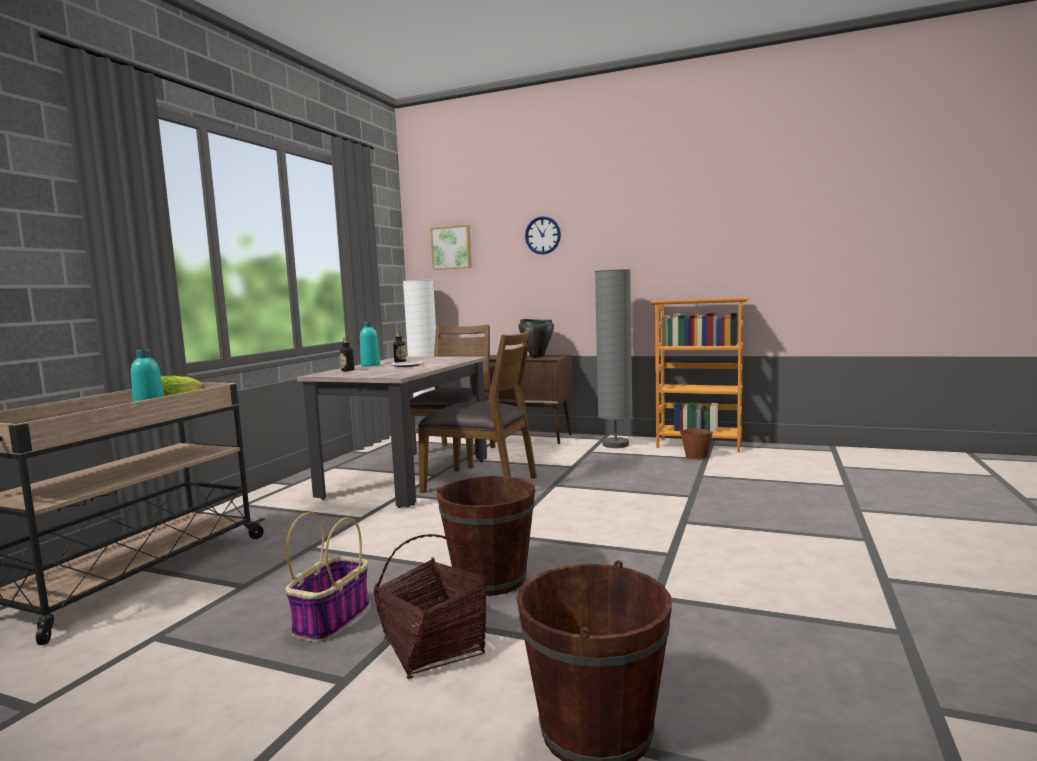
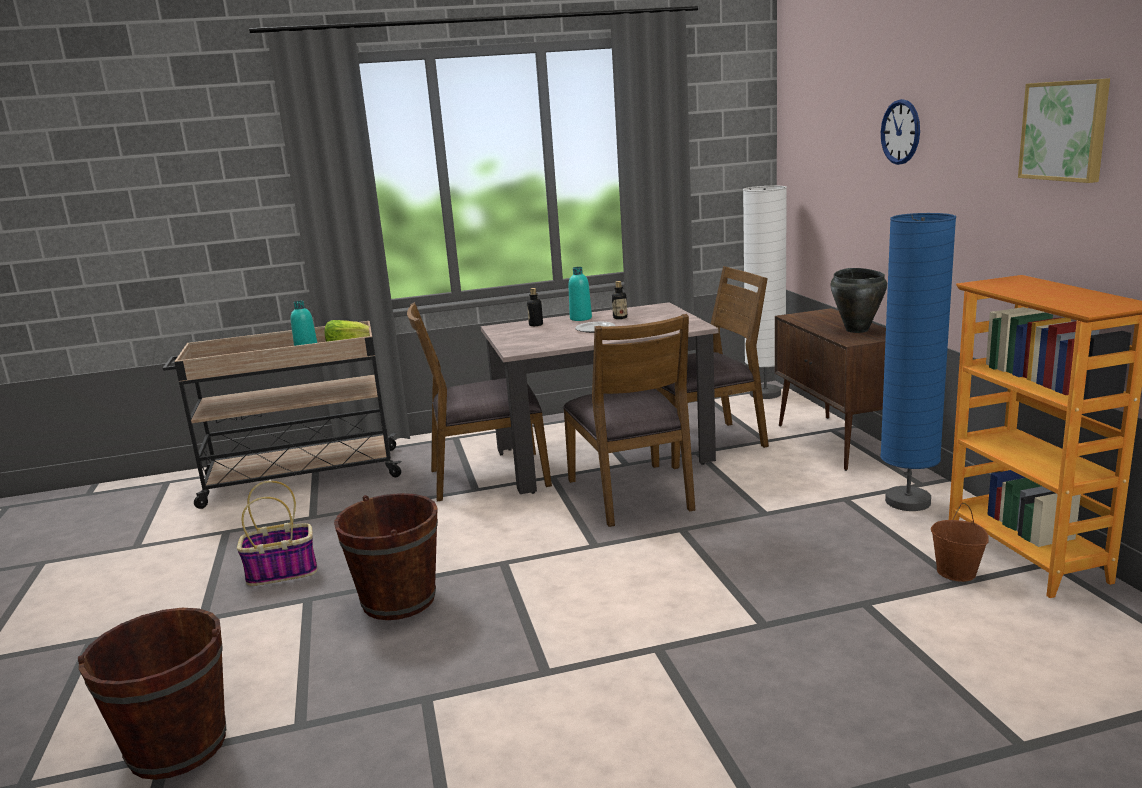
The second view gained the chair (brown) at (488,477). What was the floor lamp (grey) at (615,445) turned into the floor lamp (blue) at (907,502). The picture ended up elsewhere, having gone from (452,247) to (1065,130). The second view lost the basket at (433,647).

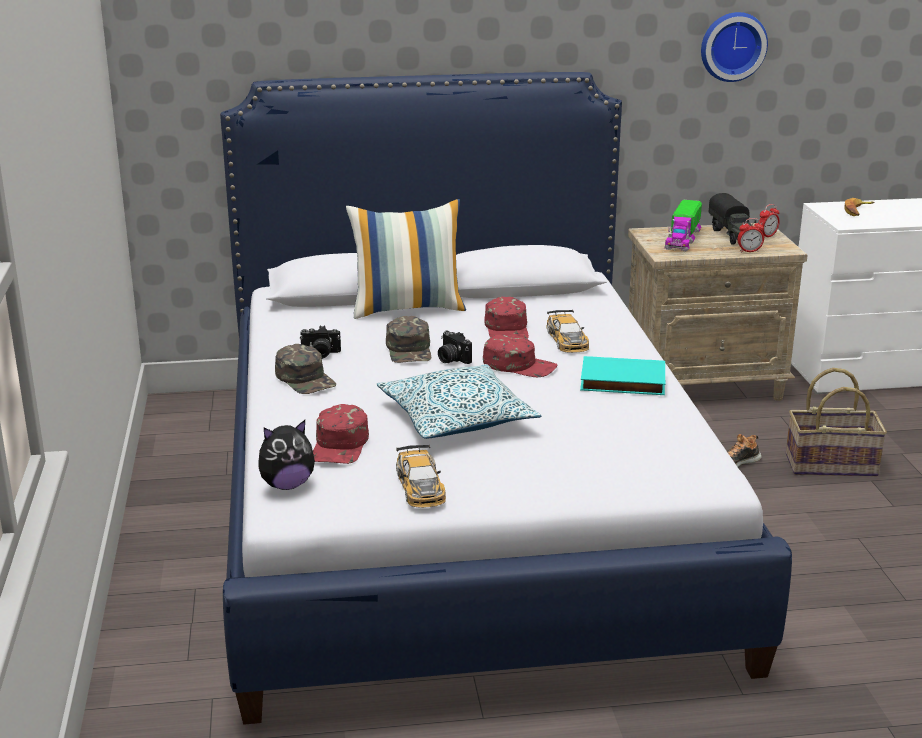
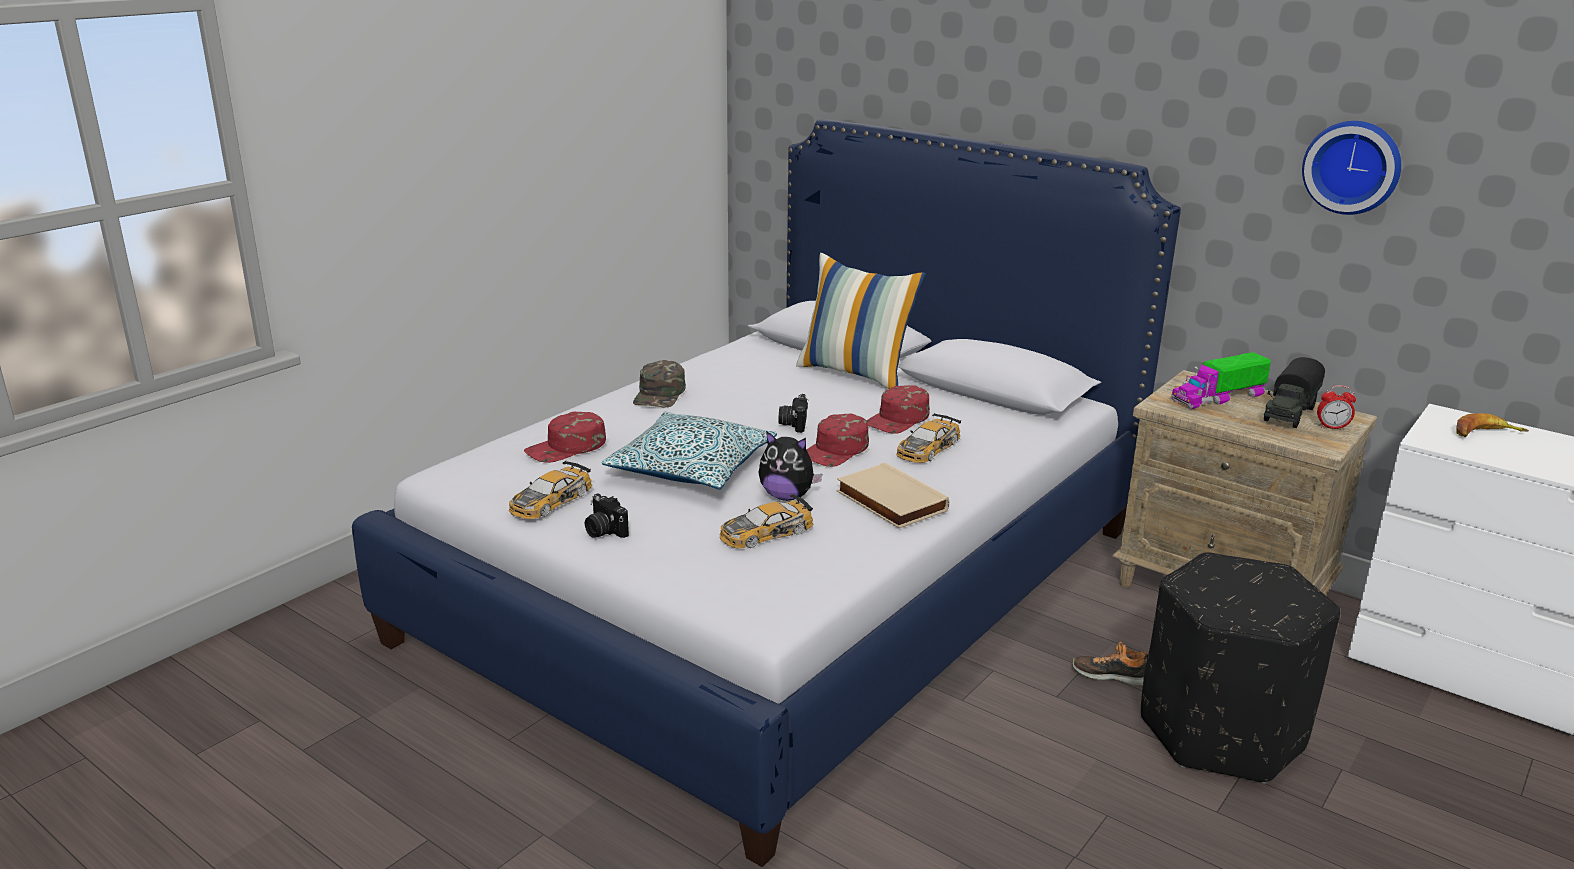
The photo camera ended up elsewhere, having gone from (320,354) to (604,531). The second view gained the toy car at (765,532). The plush toy ended up elsewhere, having gone from (287,485) to (787,496). The cap (red) at (519,365) ended up facing another way, 60 degrees clockwise from before. What was the book (turquoise) at (622,382) turned into the book (beige) at (889,501). Where the basket stood at (831,464), the ottoman (black) came to stand at (1222,733). The second view lost the cap (green) at (409,350). The second view lost the alarm clock at (749,251).

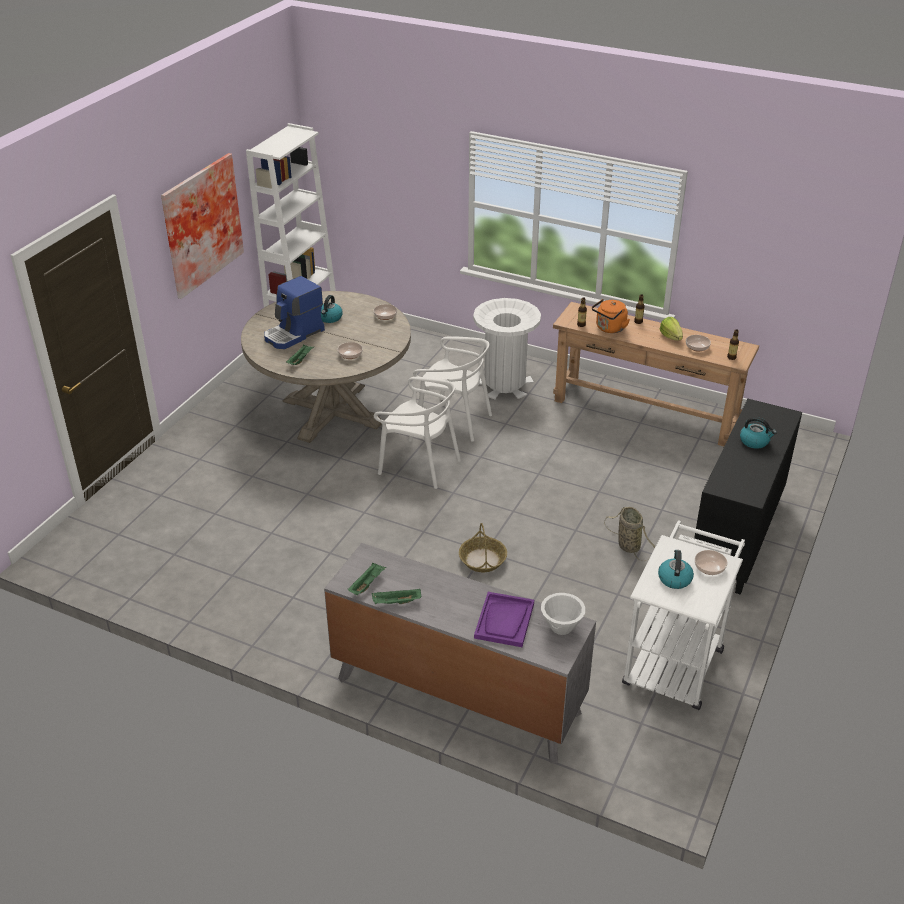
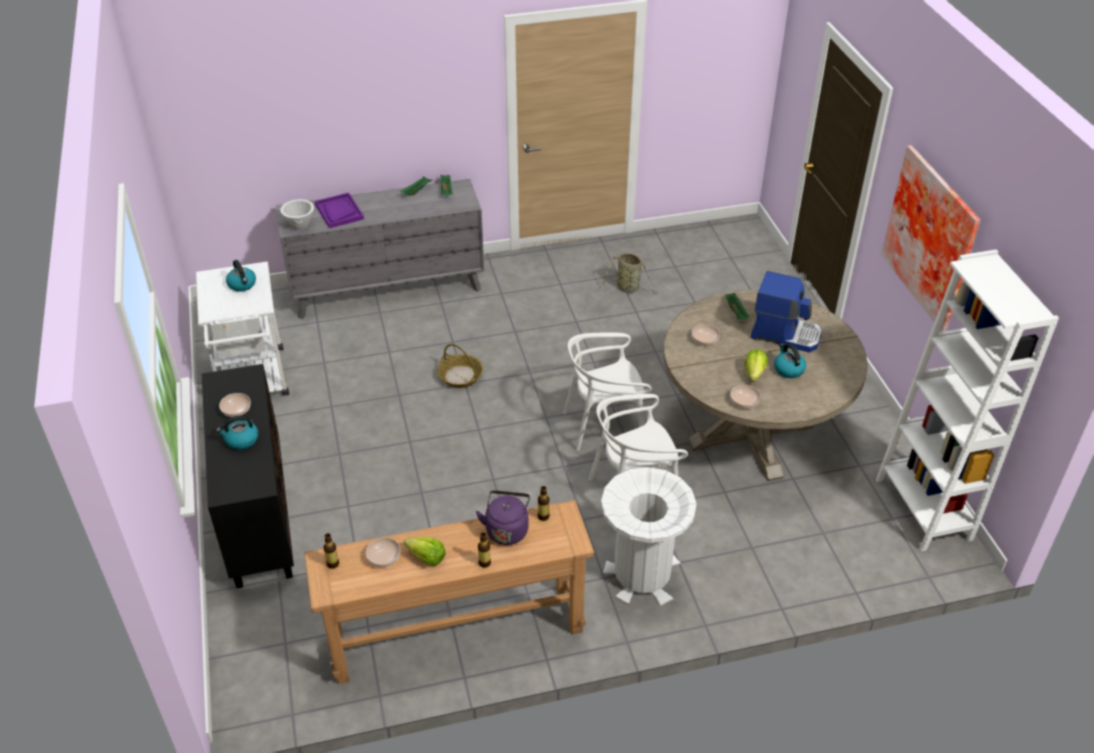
The bowl ended up elsewhere, having gone from (709,567) to (236,410). What was the kettle (orange) at (609,329) turned into the kettle (purple) at (507,529). The basket ended up elsewhere, having gone from (627,545) to (629,288). The second view gained the lettuce at (754,373). The coffee machine at (294,334) ended up facing another way, 105 degrees clockwise from before.

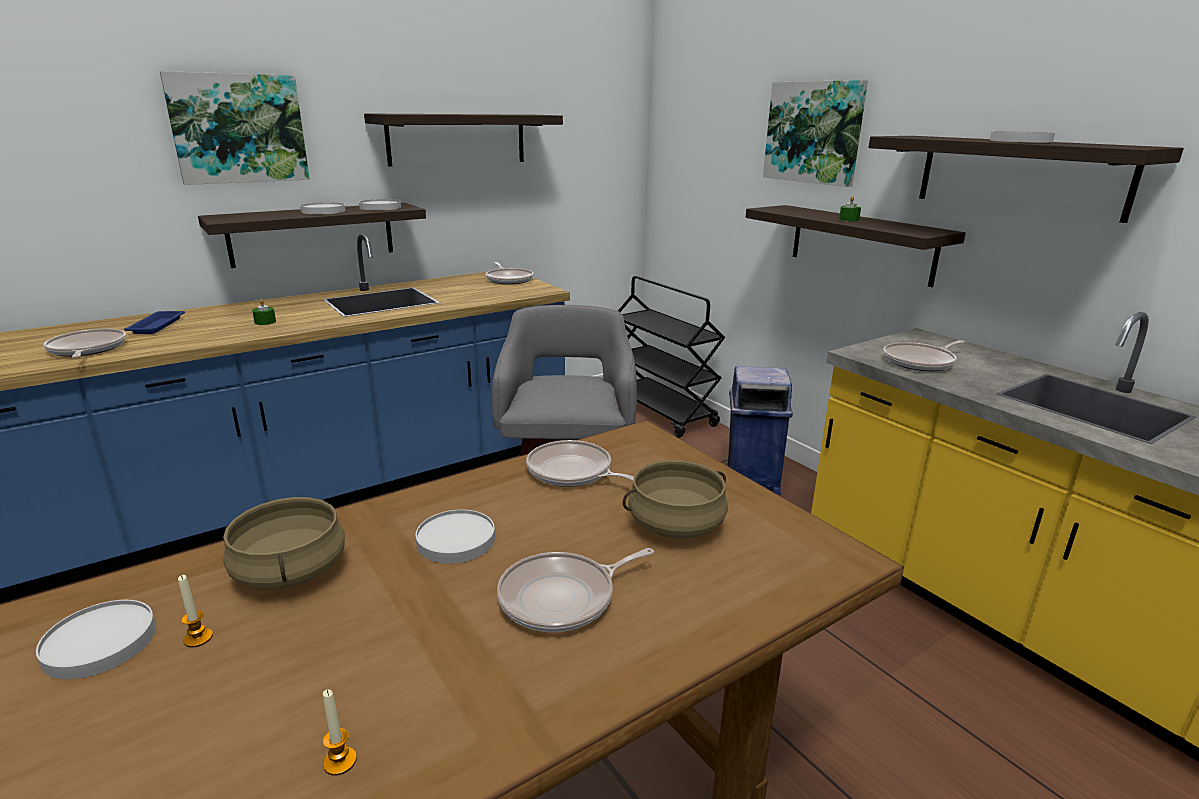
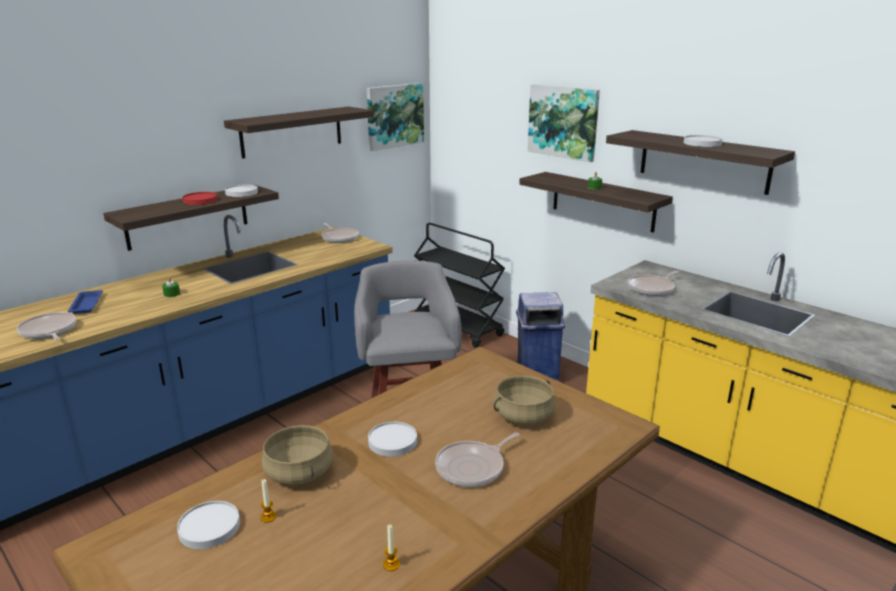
What was the plate (white) at (323,211) turned into the plate (red) at (200,200). The picture ended up elsewhere, having gone from (238,129) to (394,116). The second view lost the frying pan at (573,472).

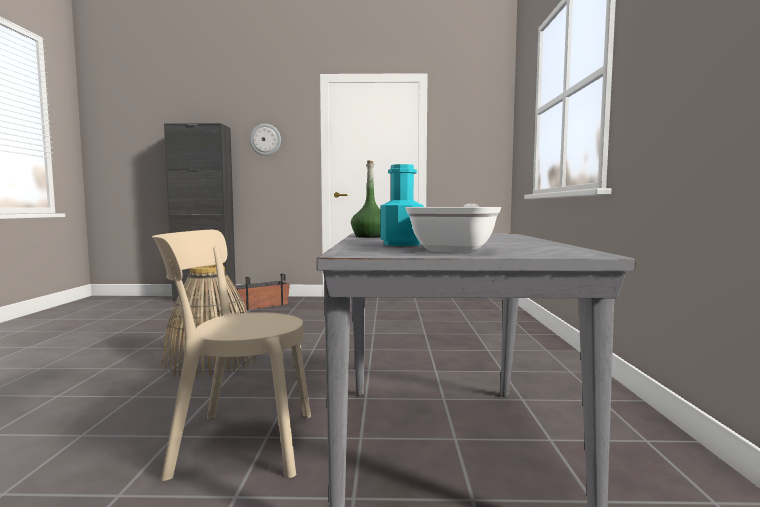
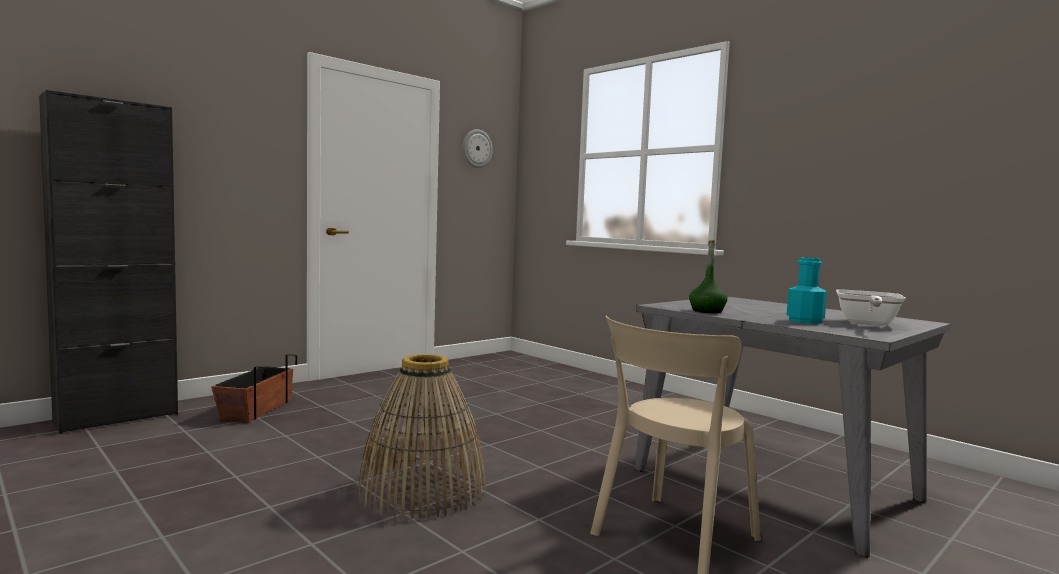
The wall clock ended up elsewhere, having gone from (265,139) to (476,148). The frying pan at (457,249) ended up facing another way, 135 degrees counterclockwise from before.

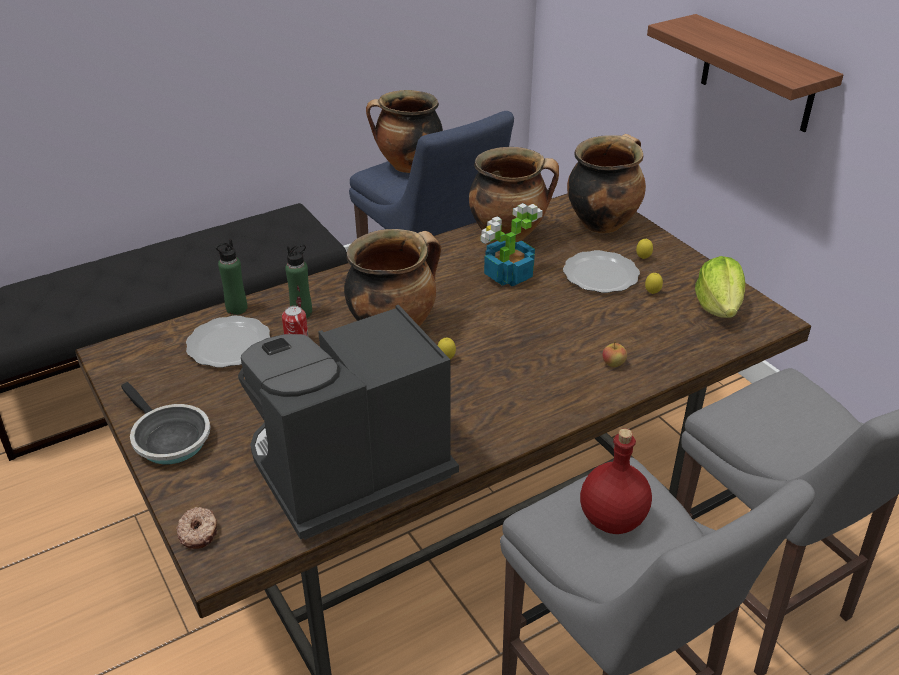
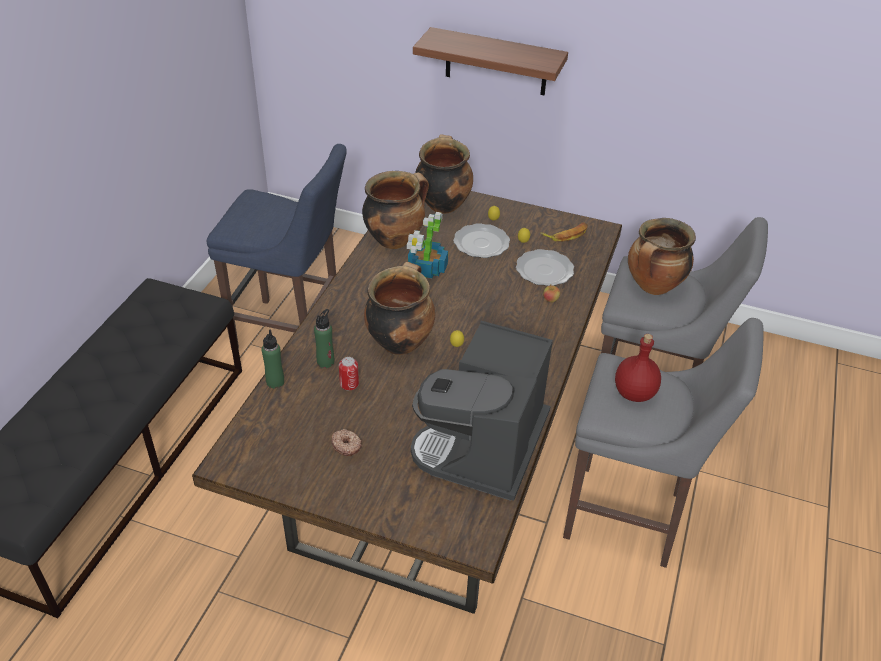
The donut ended up elsewhere, having gone from (199,532) to (346,445). The plate ended up elsewhere, having gone from (229,345) to (545,270). Where the lettuce stood at (718,307), the banana came to stand at (566,234). The cooking pot ended up elsewhere, having gone from (407,166) to (653,287). The second view lost the frying pan at (168,439).

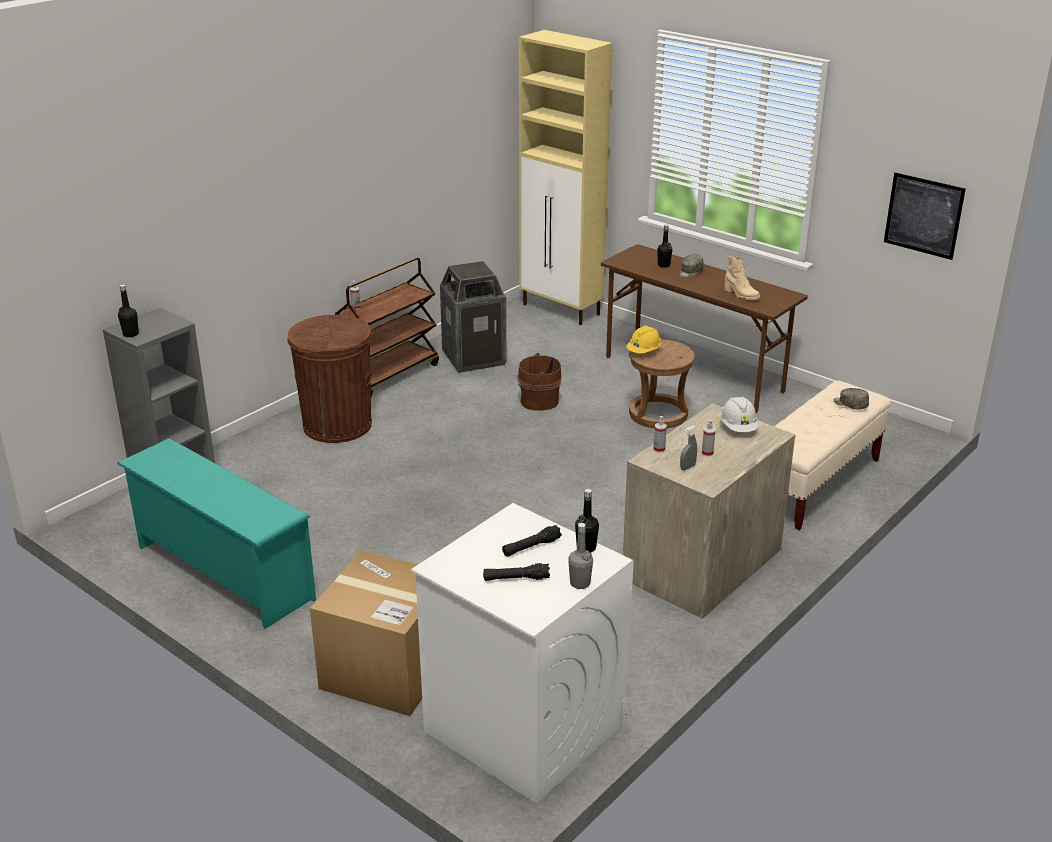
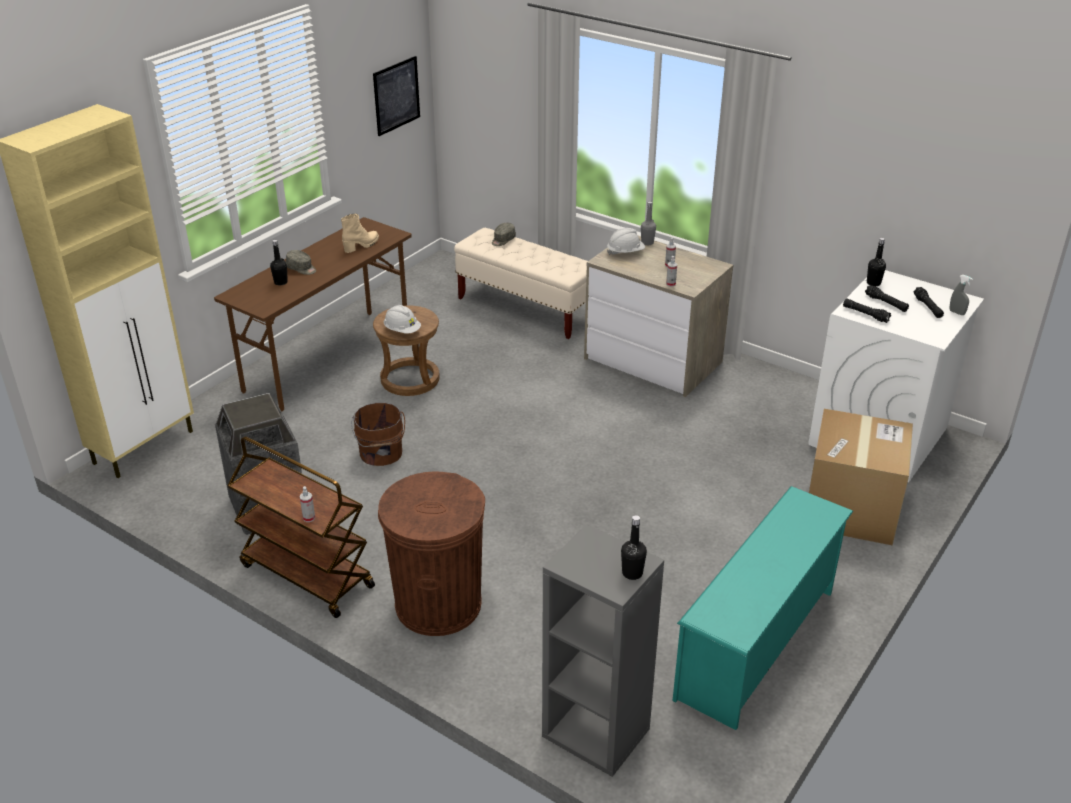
What was the hard hat (yellow) at (644,351) turned into the hard hat (white) at (402,330). The bottle (grey) ended up elsewhere, having gone from (580,583) to (647,242). The second view gained the flashlight (black) at (865,314). The spray bottle (grey) ended up elsewhere, having gone from (687,467) to (957,312).

